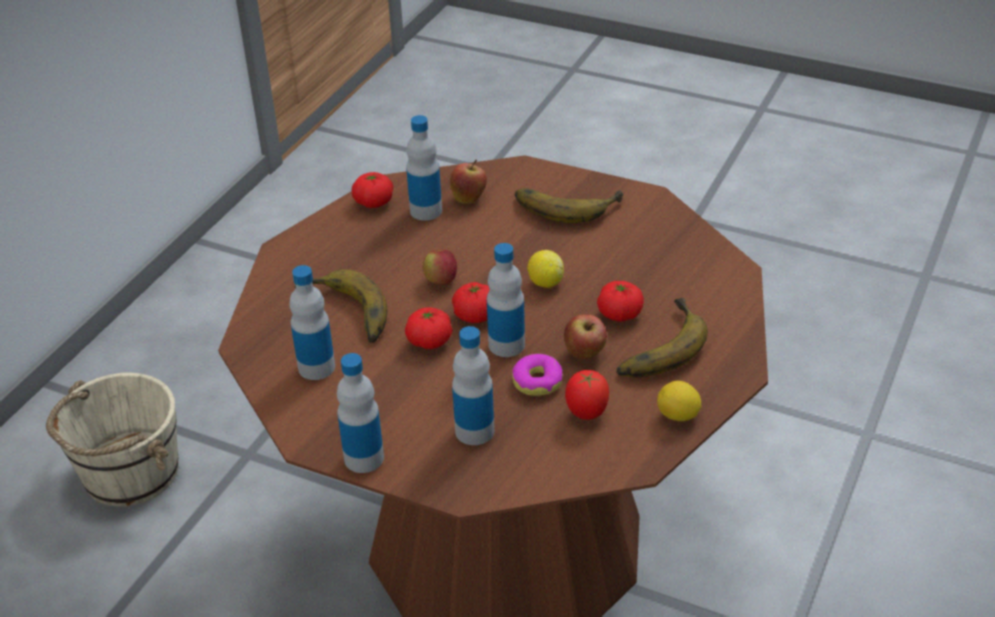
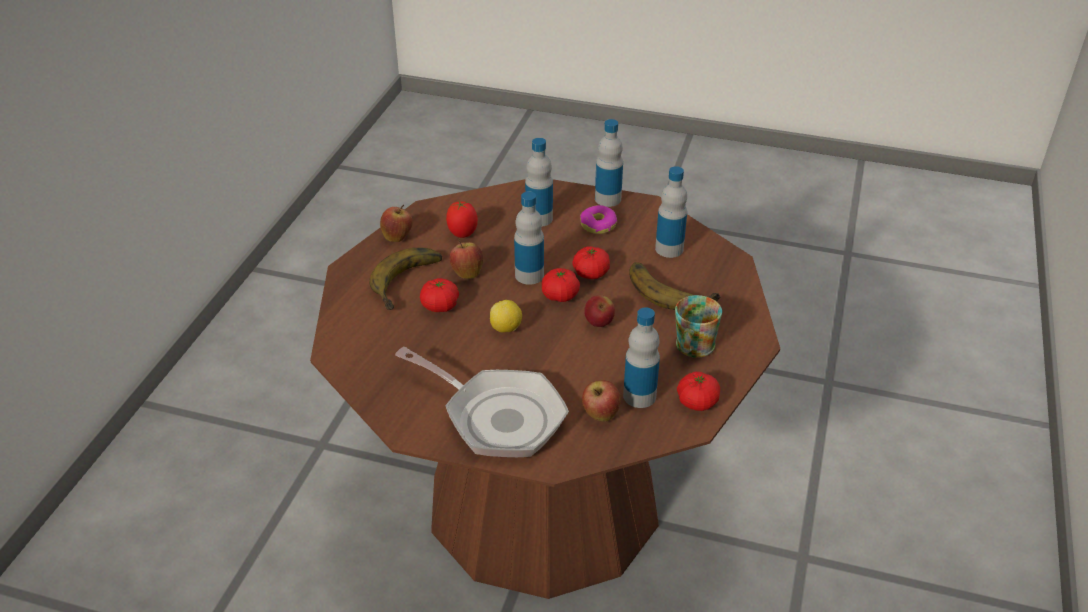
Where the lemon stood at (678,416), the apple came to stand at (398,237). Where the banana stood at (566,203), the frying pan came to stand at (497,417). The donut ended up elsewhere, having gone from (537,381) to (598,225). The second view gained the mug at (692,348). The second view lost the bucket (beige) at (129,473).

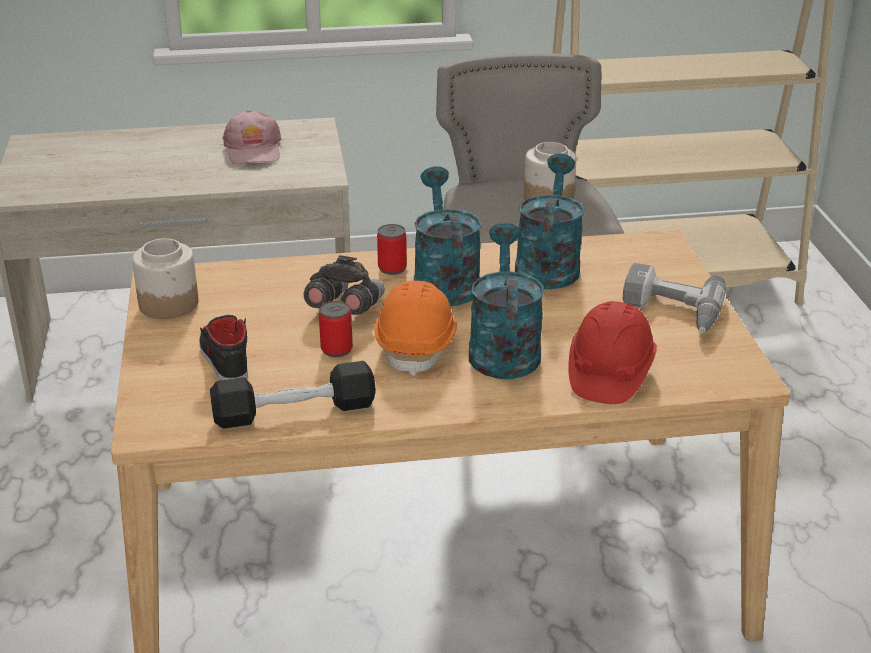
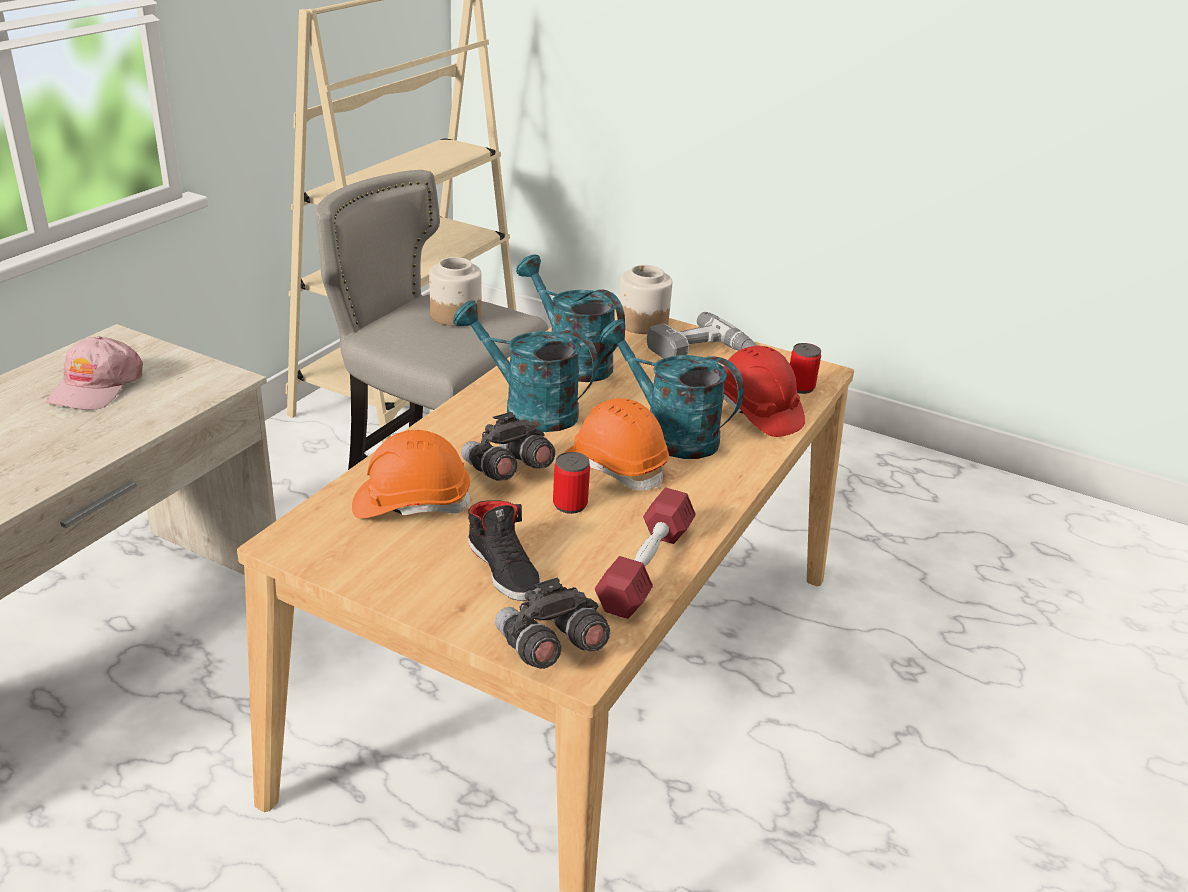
The cap (pink) at (253,150) ended up facing another way, 75 degrees clockwise from before. The second view gained the hard hat (orange) at (411,503). The shoe (black) at (223,358) ended up facing another way, 135 degrees counterclockwise from before. The second view gained the binoculars (grey) at (549,648). What was the dumbbell (black) at (294,411) turned into the dumbbell (red) at (645,568). The jar ended up elsewhere, having gone from (169,303) to (642,323). The can ended up elsewhere, having gone from (392,268) to (800,387).

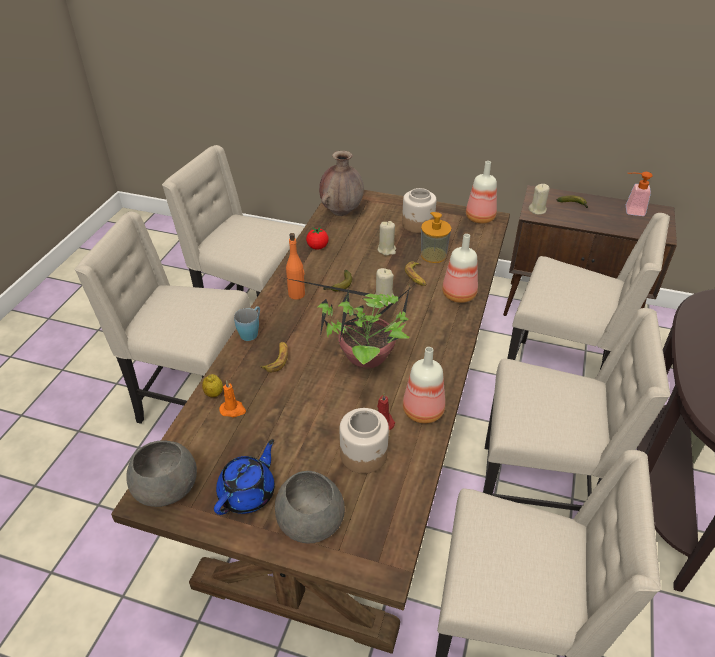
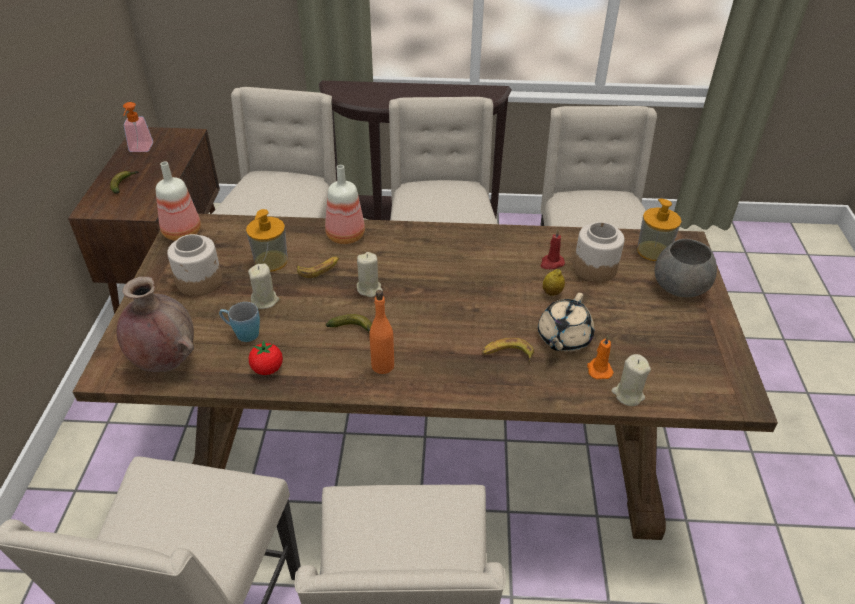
The mug (blue) ended up elsewhere, having gone from (251,332) to (242,333). The second view gained the teapot (beige) at (563,338). The lemon ended up elsewhere, having gone from (214,394) to (552,292). The candle (beige) ended up elsewhere, having gone from (537,210) to (628,394). The second view gained the soap dispenser at (653,251). The second view lost the bowl (grey) at (168,487). The second view lost the teapot (blue) at (248,493). The second view lost the potted plant at (363,357). The second view lost the bottle at (422,410).

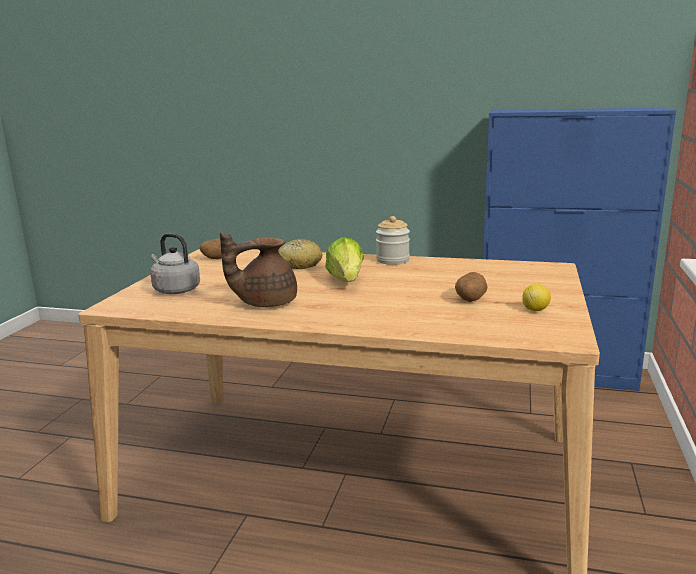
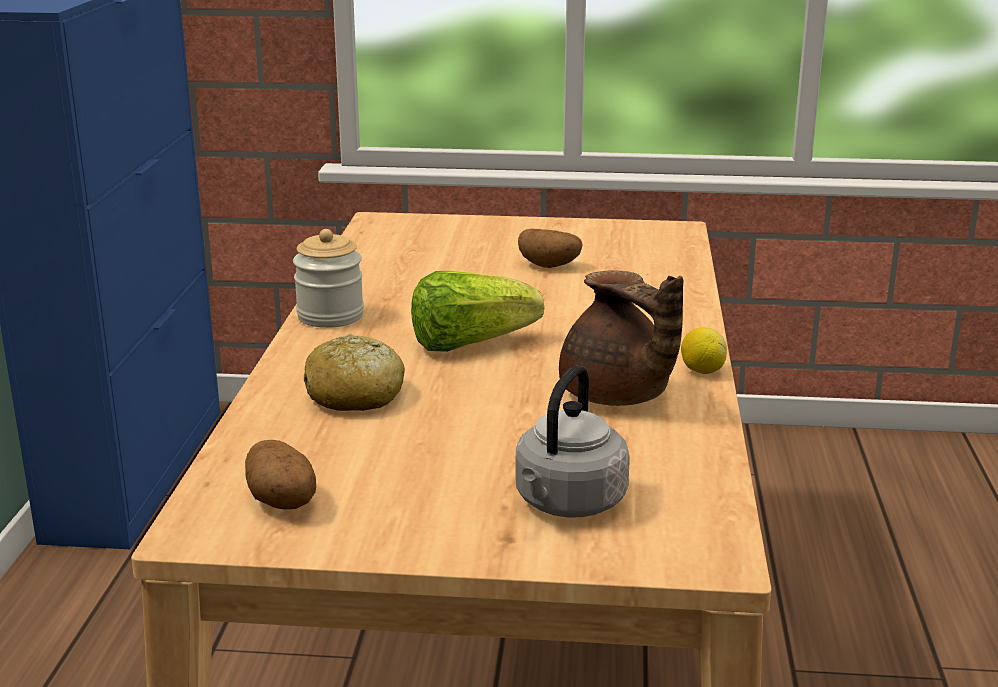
The lemon ended up elsewhere, having gone from (535,310) to (702,371).

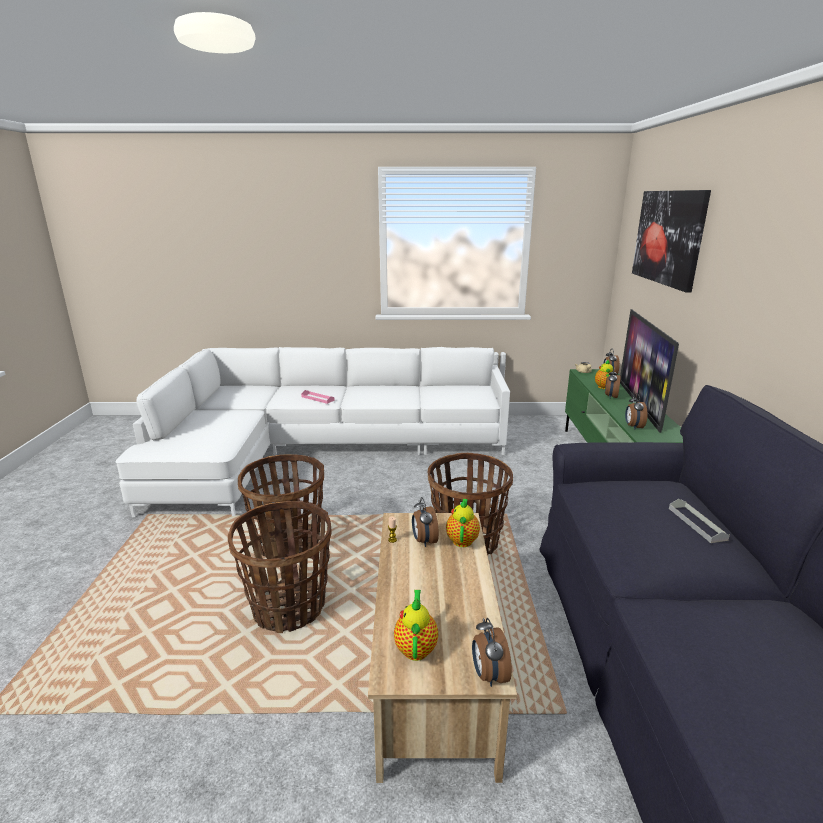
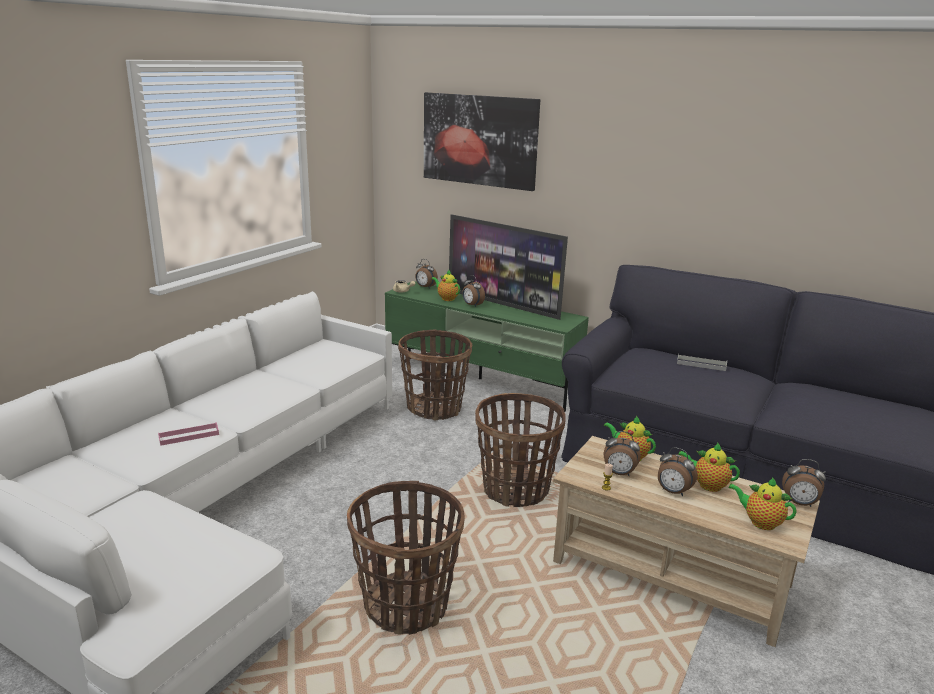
The basket ended up elsewhere, having gone from (289,607) to (434,408). The alarm clock ended up elsewhere, having gone from (633,427) to (673,492). The second view gained the teapot at (707,485).

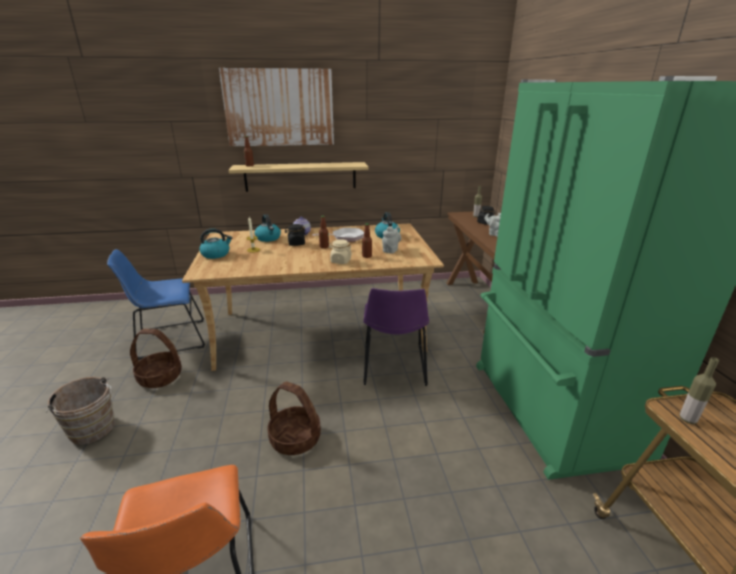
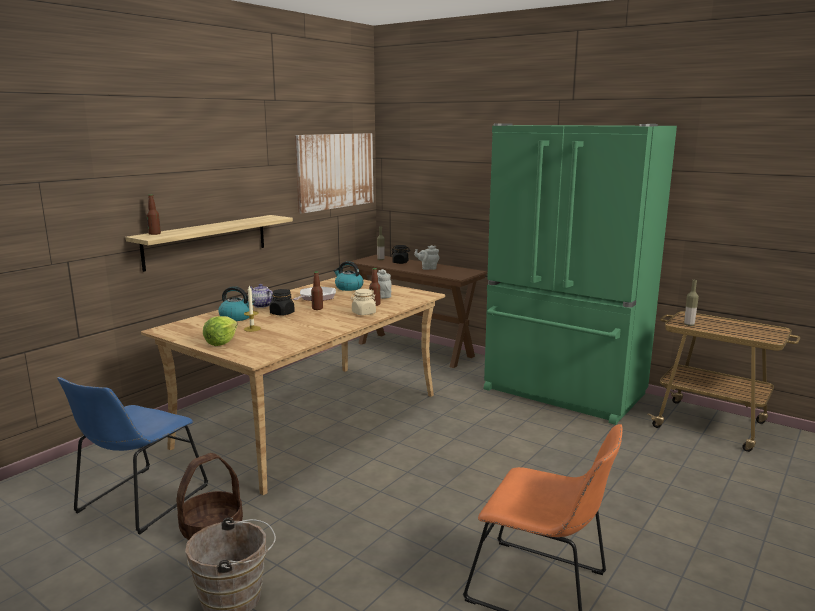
Where the kettle stood at (216,254), the lettuce came to stand at (221,342). The picture ended up elsewhere, having gone from (279,108) to (335,171). The second view lost the basket at (295,439). The second view lost the chair (purple) at (394,367).

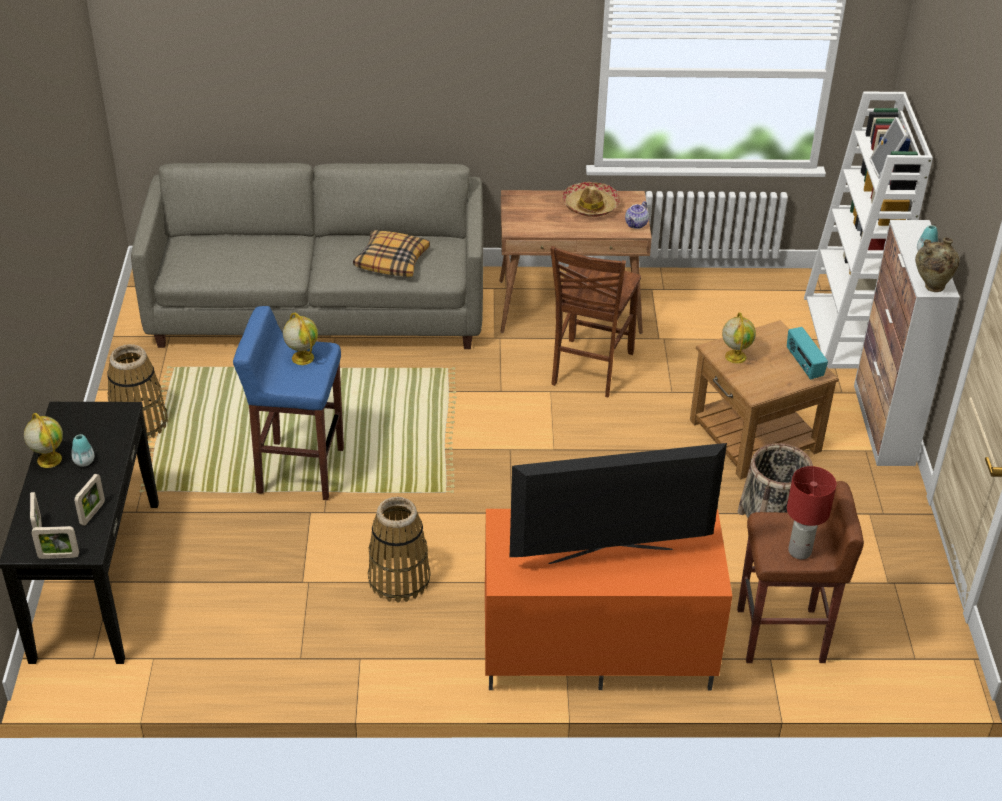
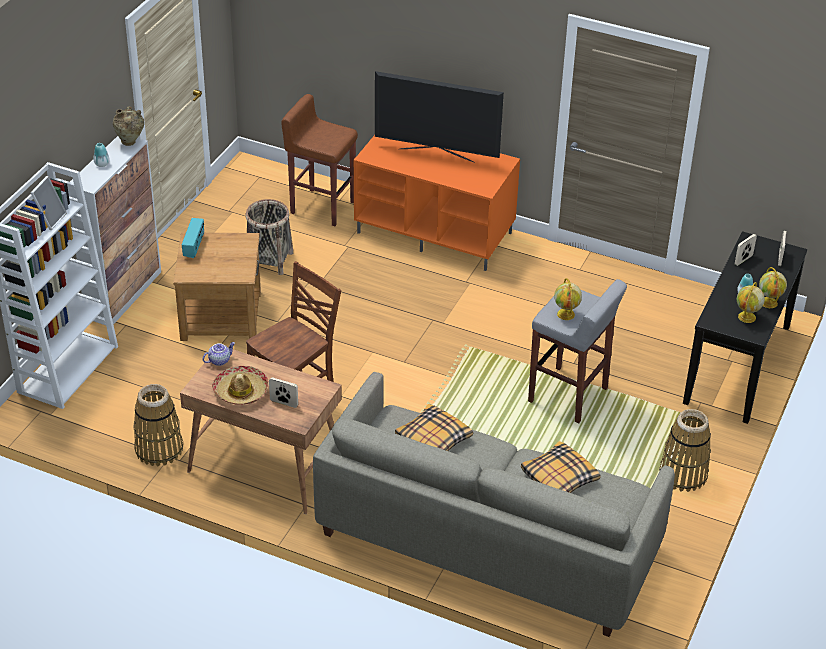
The basket ended up elsewhere, having gone from (399,579) to (159,449). The picture frame ended up elsewhere, having gone from (59,556) to (284,403). The second view gained the pillow at (559,478). What was the stool (blue) at (299,470) turned into the stool (grey) at (569,395). The globe ended up elsewhere, having gone from (735,356) to (747,317). The second view lost the table lamp (red) at (800,551).

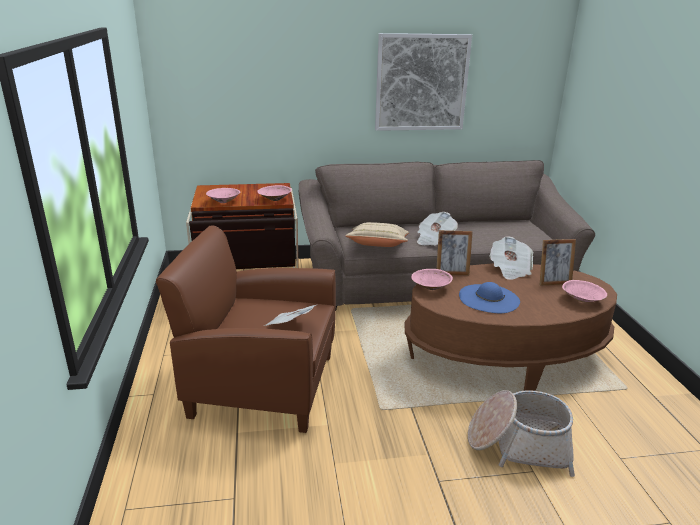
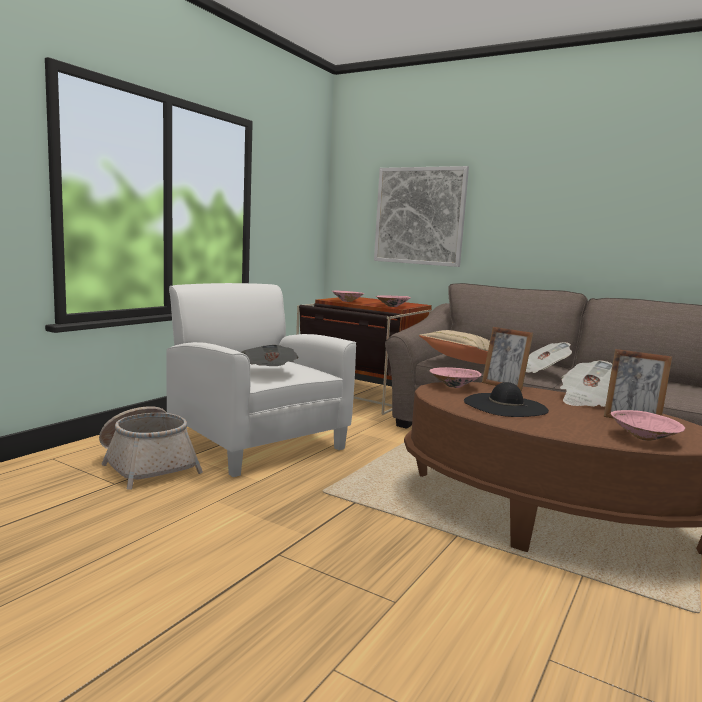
The basket ended up elsewhere, having gone from (518,444) to (147,465). What was the armchair (brown) at (261,384) turned into the armchair (white) at (257,442). The picture ended up elsewhere, having gone from (421,83) to (419,216). What was the hat (blue) at (489,298) turned into the hat (black) at (505,405).

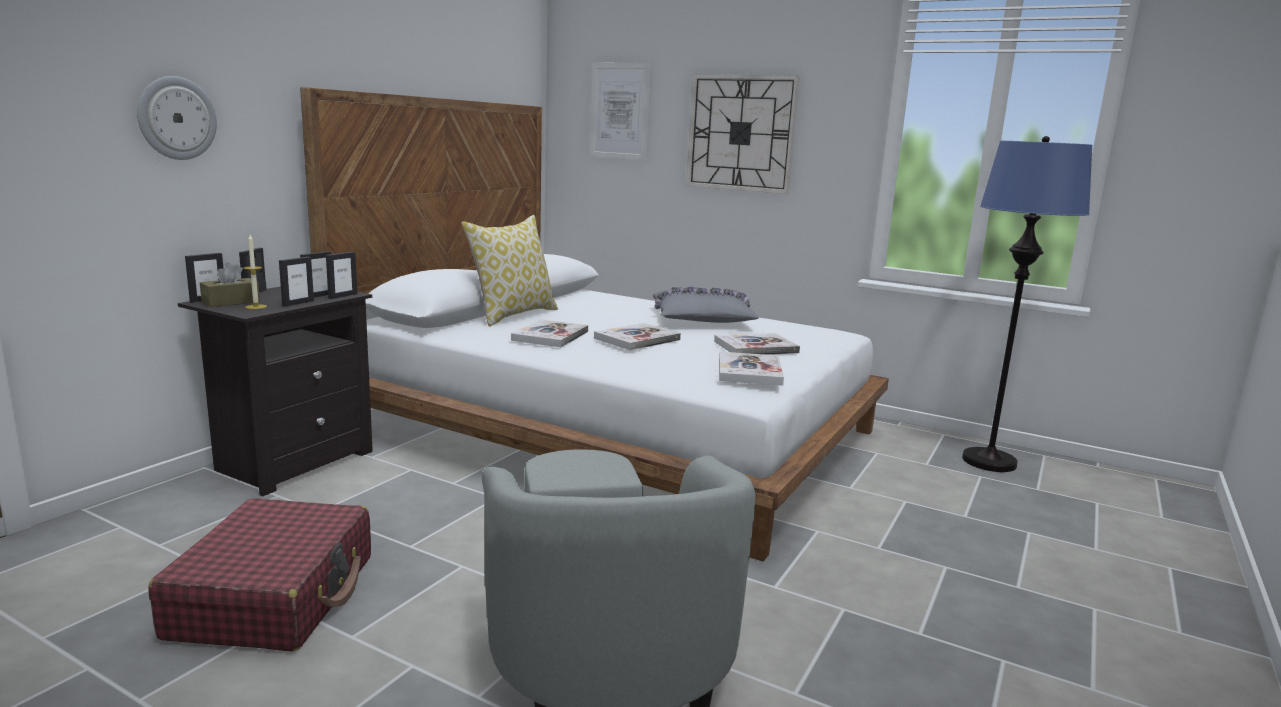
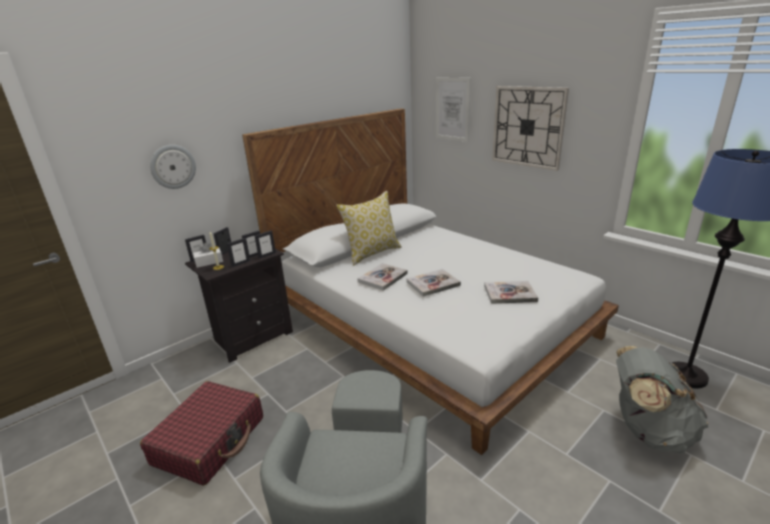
What was the tissue box (brown) at (231,302) turned into the tissue box (white) at (209,262). The second view gained the backpack (grey) at (647,430). The second view lost the pillow (grey) at (702,319). The second view lost the book at (749,371).

